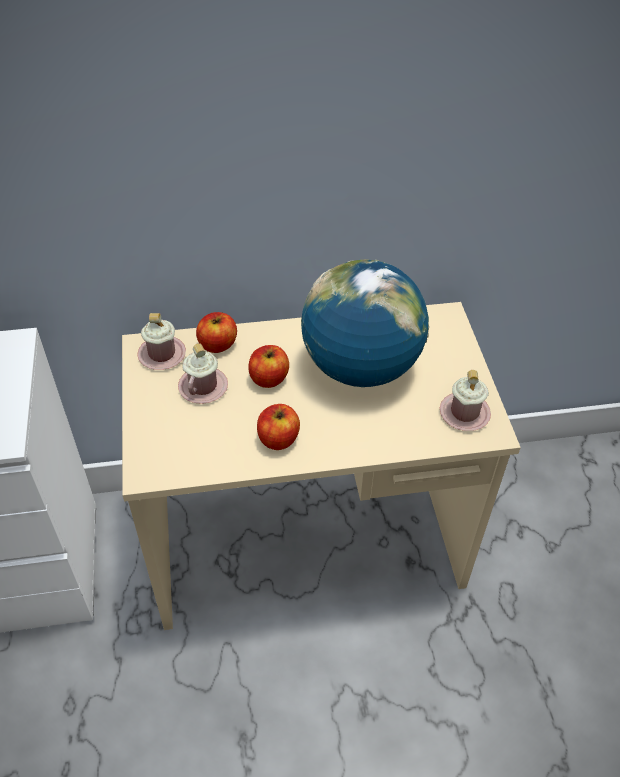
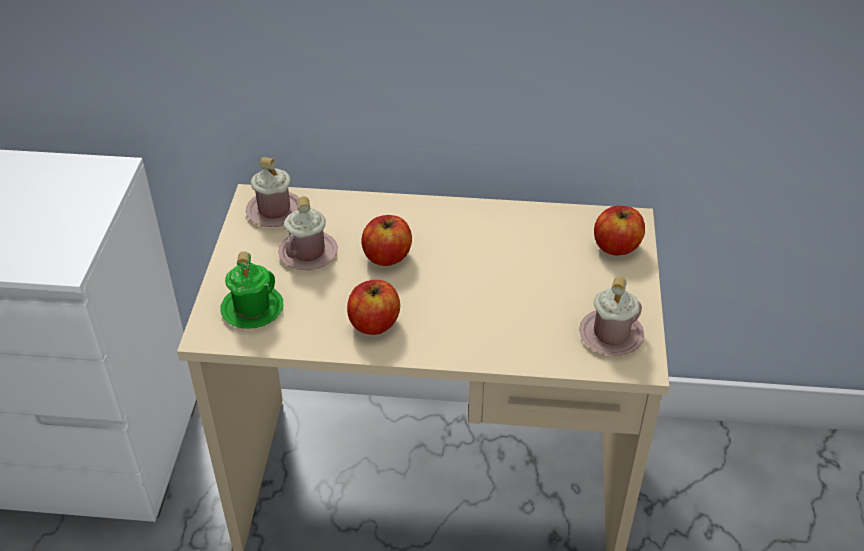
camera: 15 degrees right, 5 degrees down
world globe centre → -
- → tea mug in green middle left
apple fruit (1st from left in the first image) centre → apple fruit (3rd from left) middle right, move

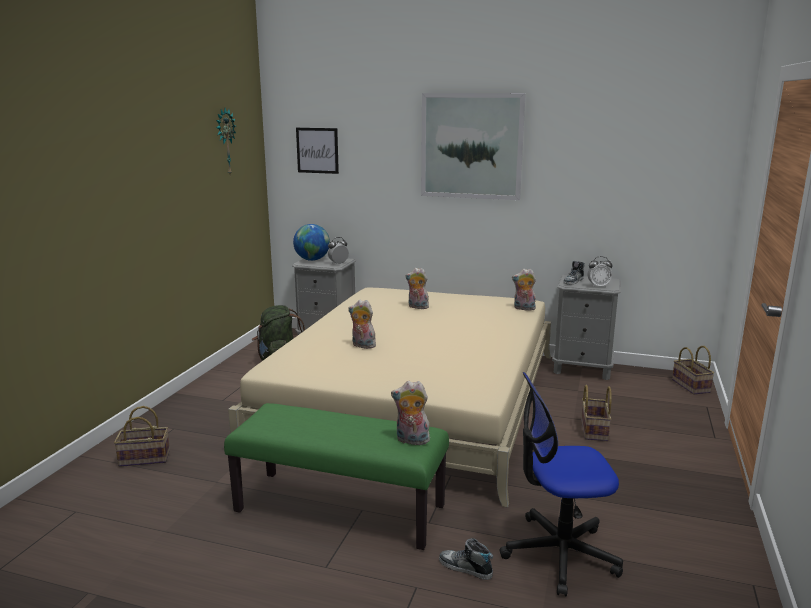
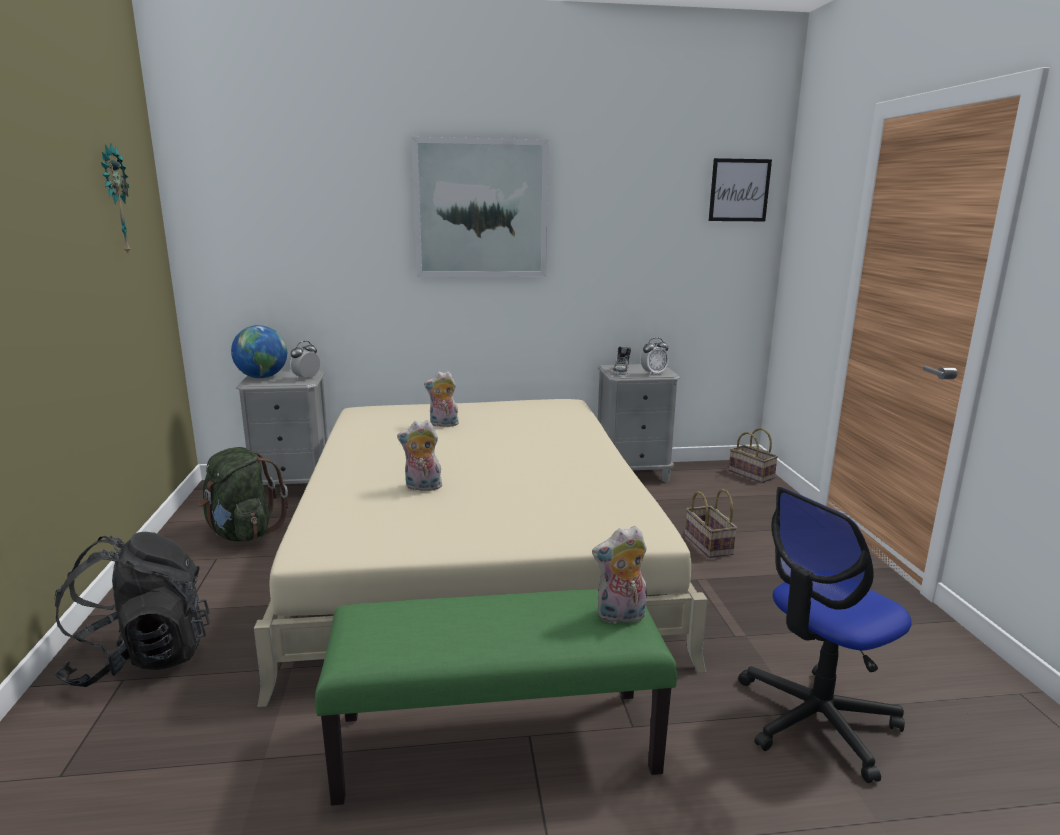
camera: 25 degrees left, 0 degrees up
storage basket (1st from left) bottom left → -
shoe (1st from left) bottom centre → -
cuddly toy (4th from left) centre → -
- → rucksack in black-coloured bottom left
picture (1st from left in the first image) top centre → picture (2nd from left) top right, move

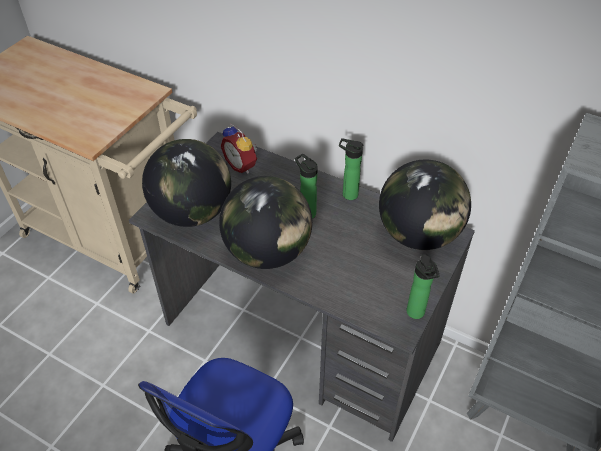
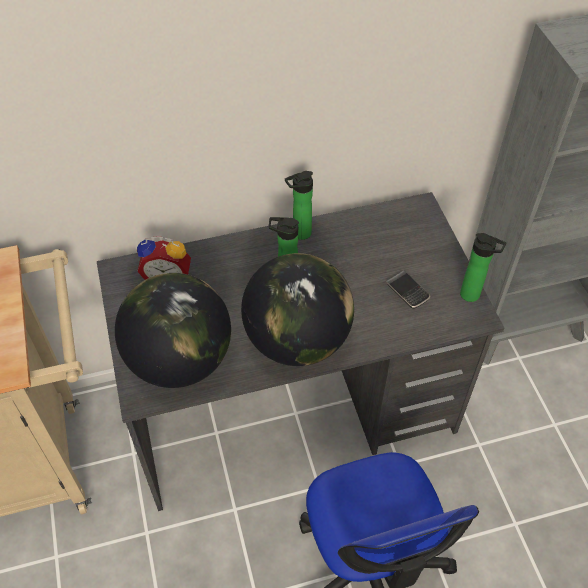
camera: 45 degrees left, 5 degrees up
world globe (3rd from left) middle right → -
- → handset middle right

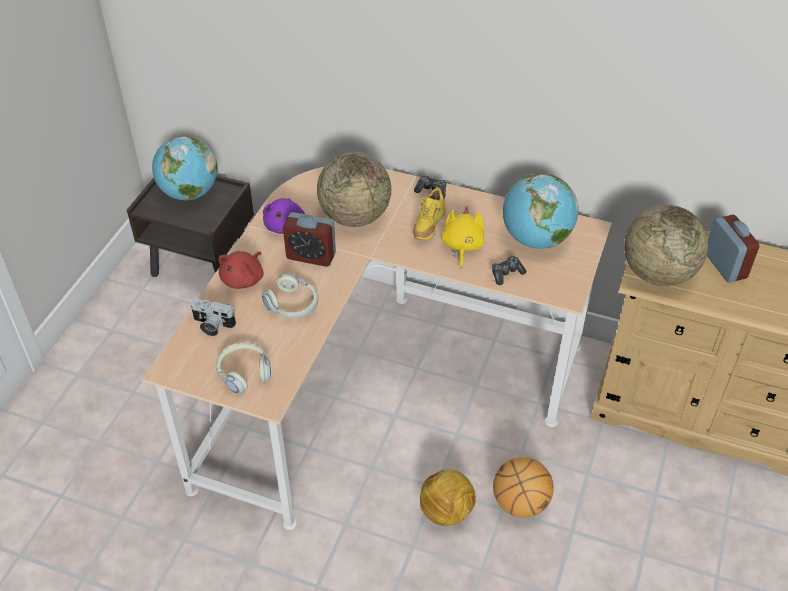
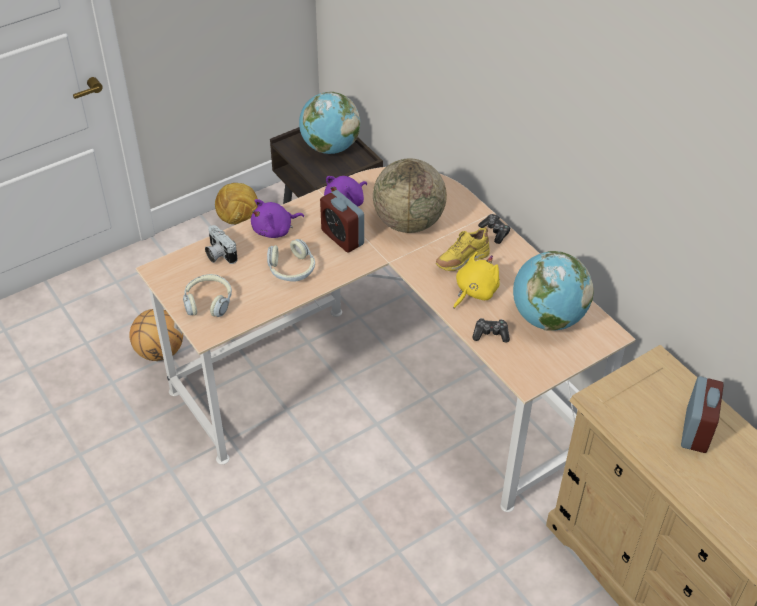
camera: 35 degrees right, 0 degrees up
world globe (4th from left) middle right → -
football ball bottom centre → football ball middle left, move
basketball bottom centre → basketball middle left, move
cuddly toy in red middle left → cuddly toy in purplish (1st from left) centre

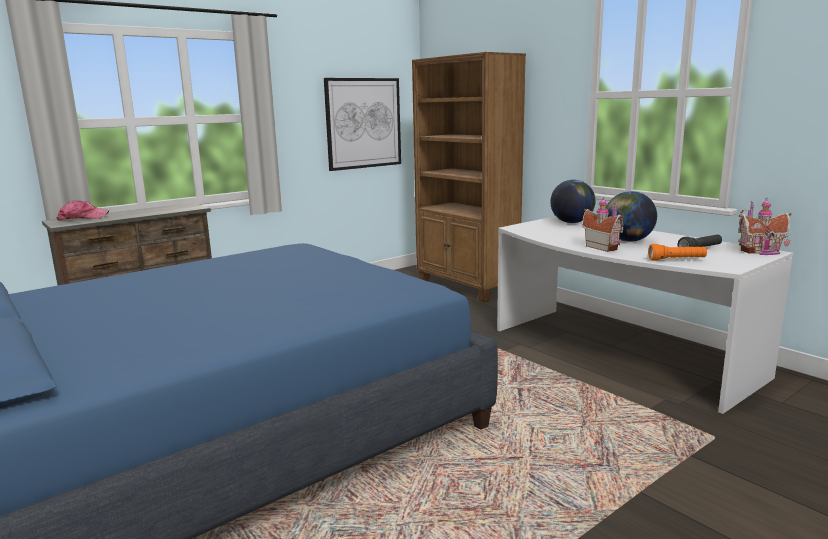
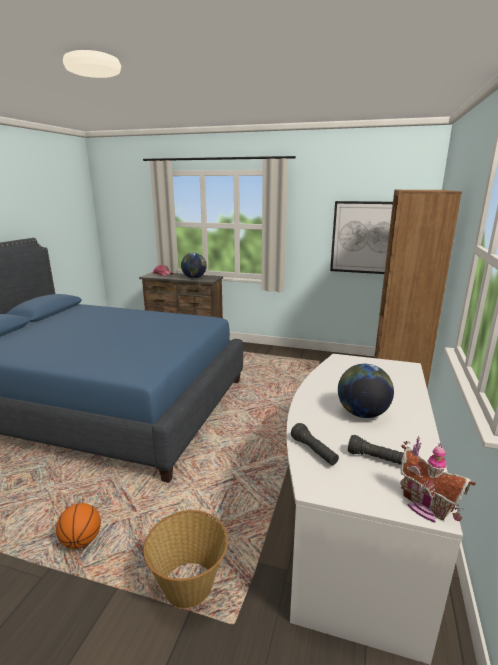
camera: 55 degrees right, 5 degrees up
model house (1st from left) middle right → -
- → basketball bottom left
- → storage basket bottom centre
world globe (1st from left) middle right → world globe (1st from left) centre, move
hand torch in orangey middle right → hand torch in black-coloured (1st from left) bottom centre

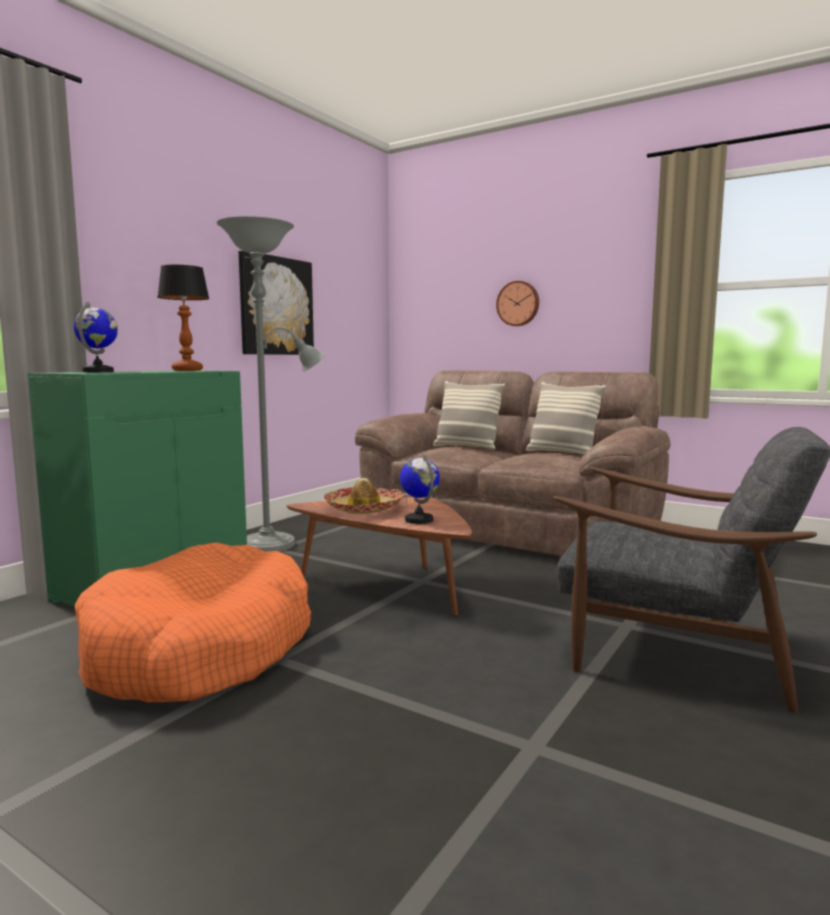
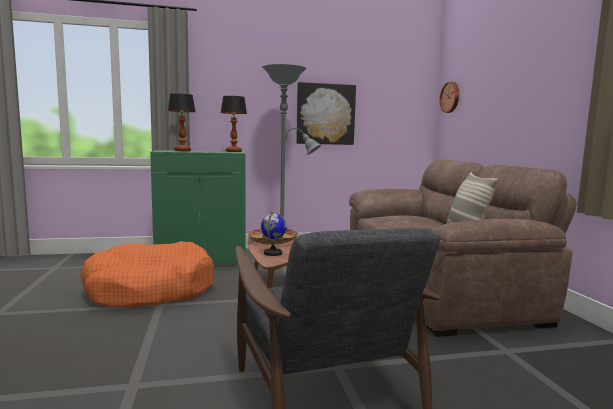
camera: 45 degrees right, 0 degrees up
cushion (1st from left) centre → -
clock on the wall top centre → clock on the wall top right, move
world globe (1st from left) middle left → tabletop lamp (1st from left) top left

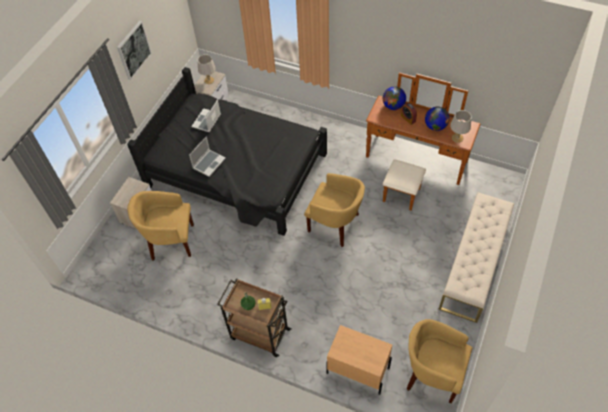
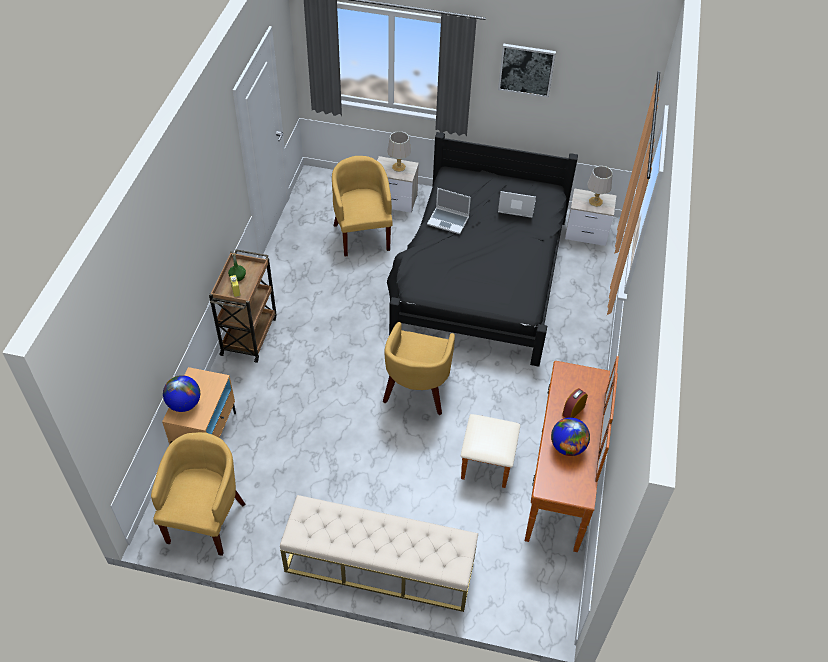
camera: 75 degrees right, 5 degrees down
world globe (1st from left) top centre → world globe (1st from left) middle left, move
tabletop lamp in grey (2nd from left in the first image) top right → tabletop lamp in grey (1st from left) top centre, move

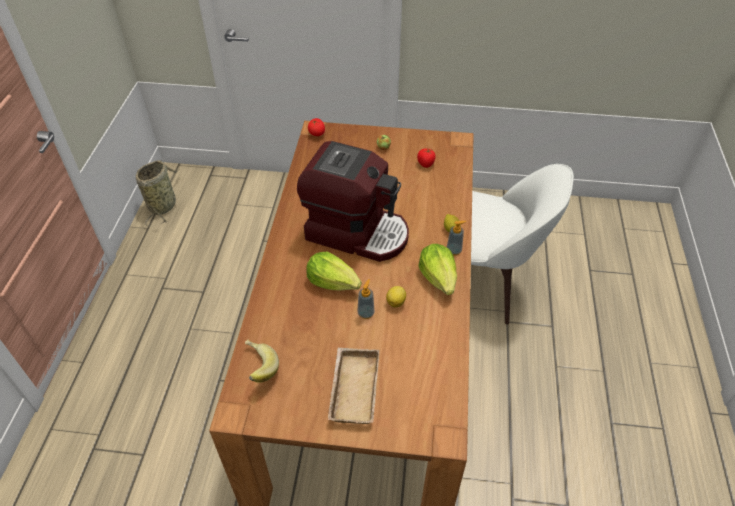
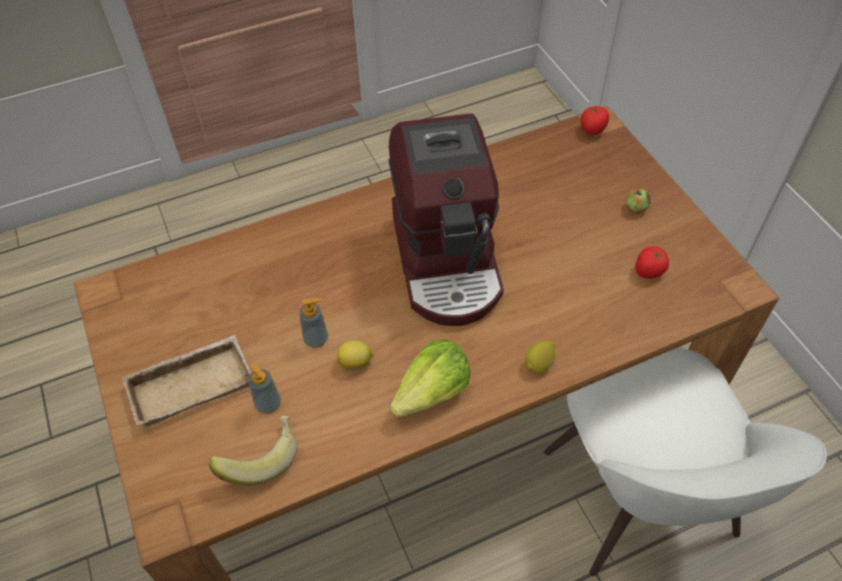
camera: 60 degrees right, 5 degrees up
storage basket middle left → -
lettuce head (1st from left) centre → -
whole banana bottom centre → whole banana bottom left, move
soap dispenser (2nd from left in the first image) centre → soap dispenser (1st from left) bottom left, move

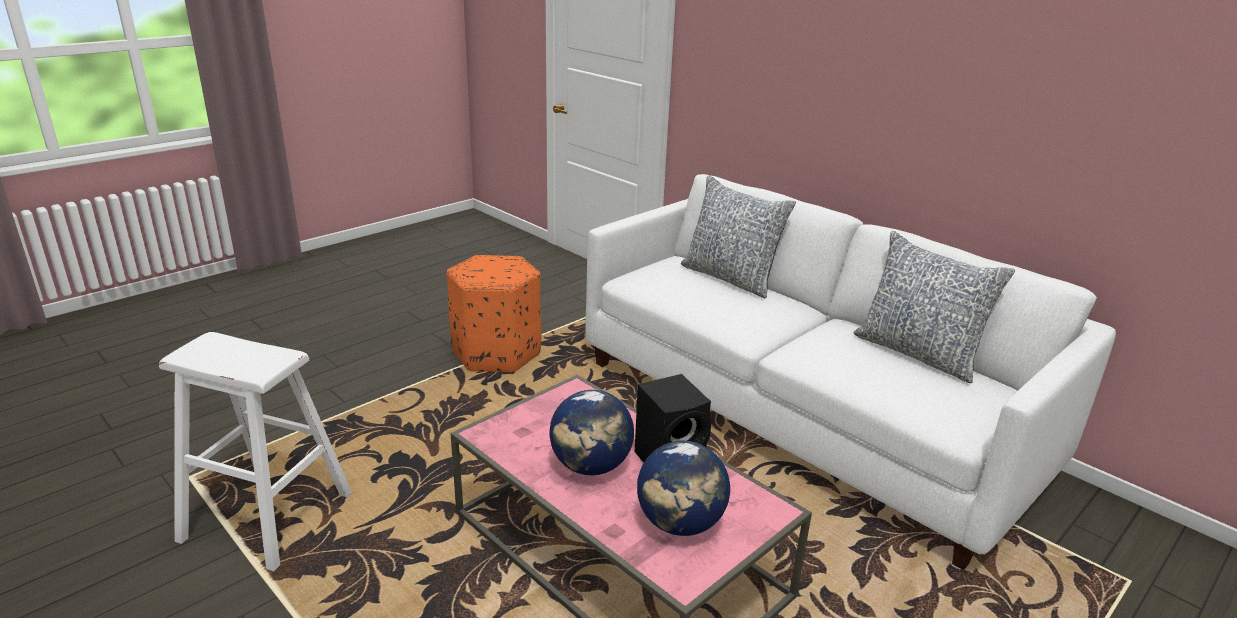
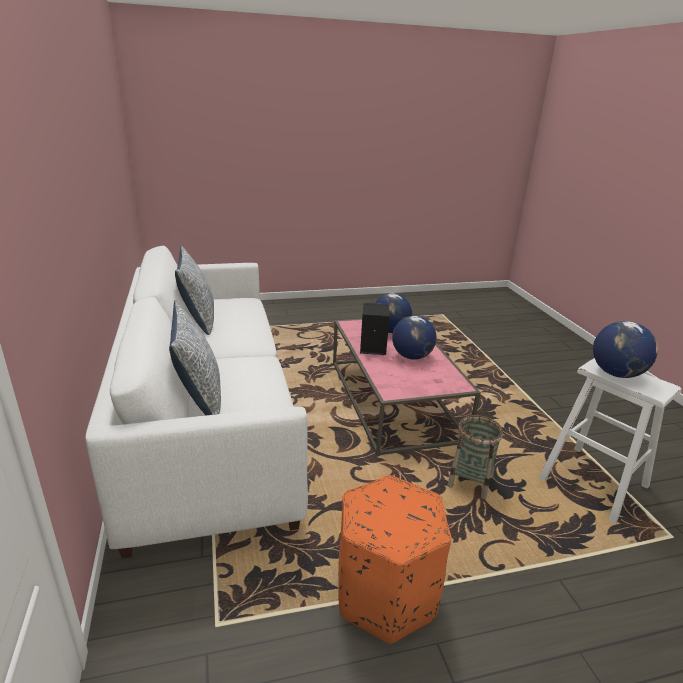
camera: 150 degrees left, 0 degrees up
- → storage basket bottom right
- → world globe (3rd from left) middle right

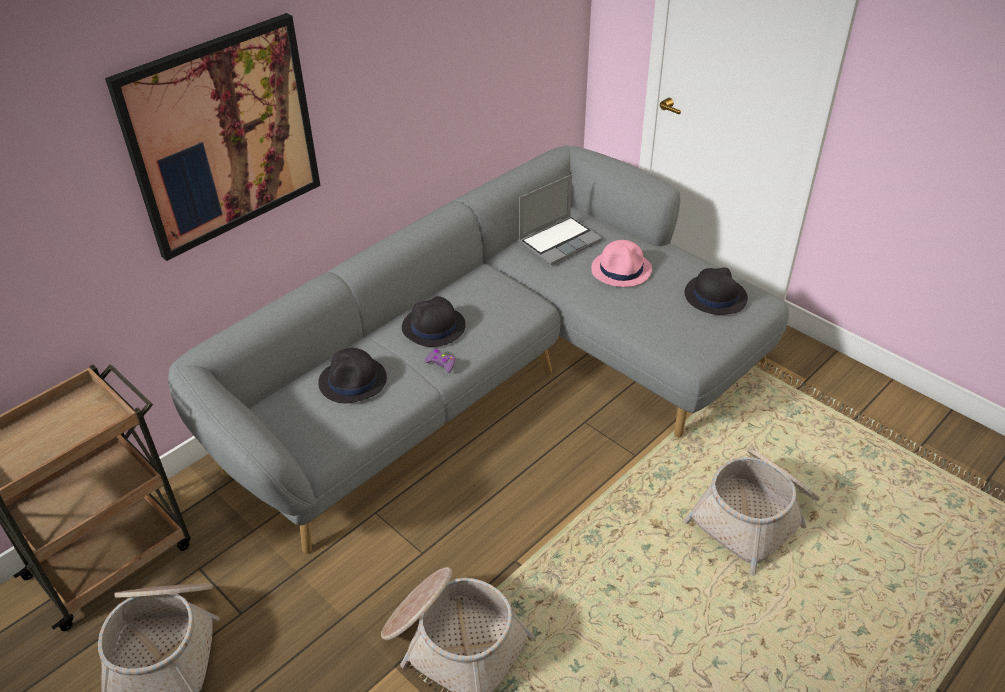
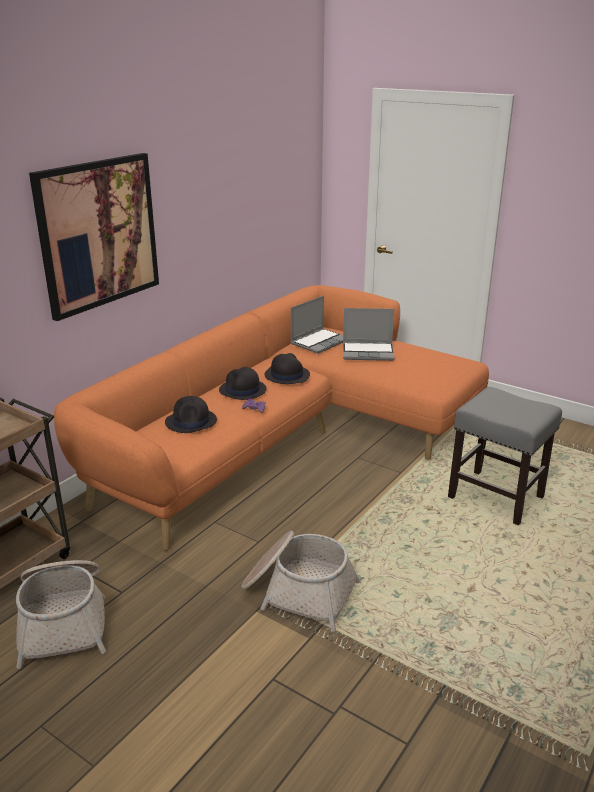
camera: 10 degrees left, 15 degrees down
hat in black-coloured (3rd from left) middle right → hat in black-coloured (3rd from left) centre, move
hat in pink centre → portable computer (2nd from left) centre
storage basket (3rd from left) bottom right → sitting stool in grey middle right
couch in grey centre → couch in orangey centre

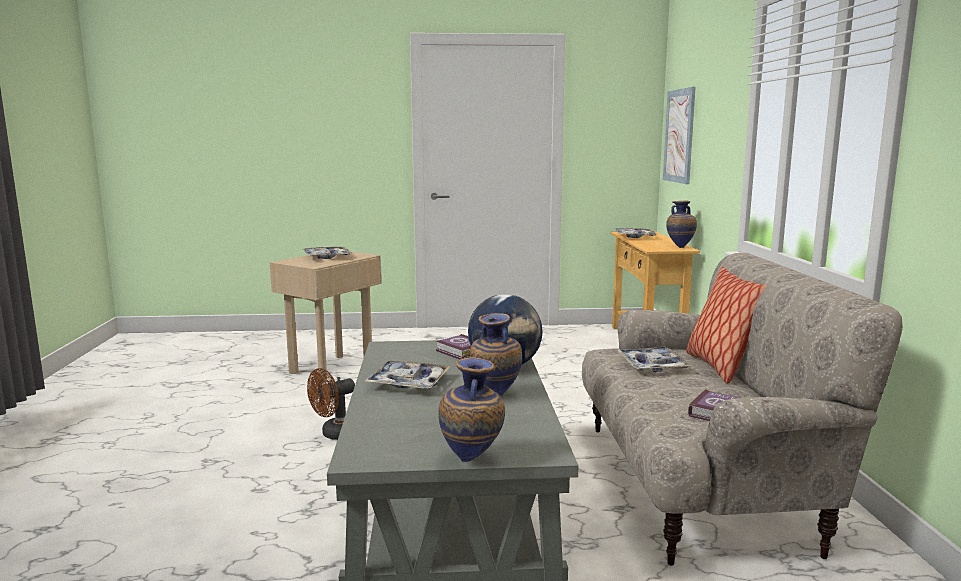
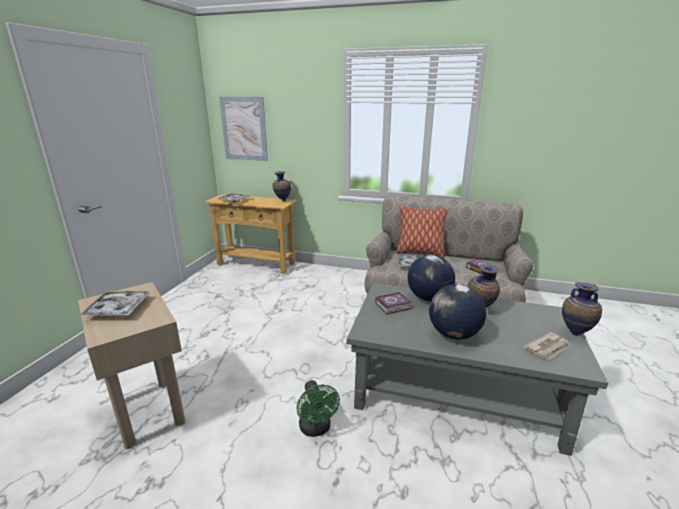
camera: 70 degrees left, 10 degrees up
- → daily paper bottom right
carrying tray (2nd from left) centre → world globe (2nd from left) middle right
cooling fan in brown bottom centre → cooling fan in green bottom centre

